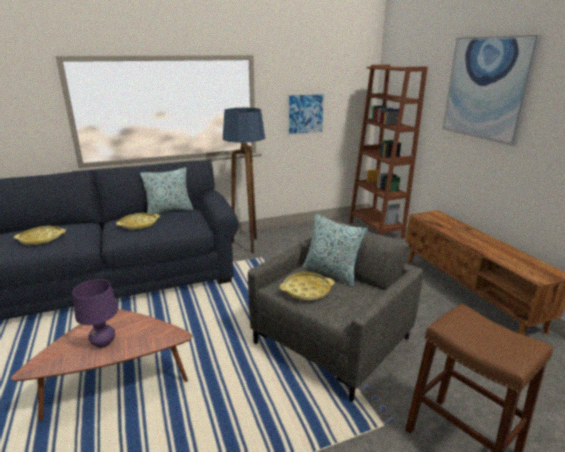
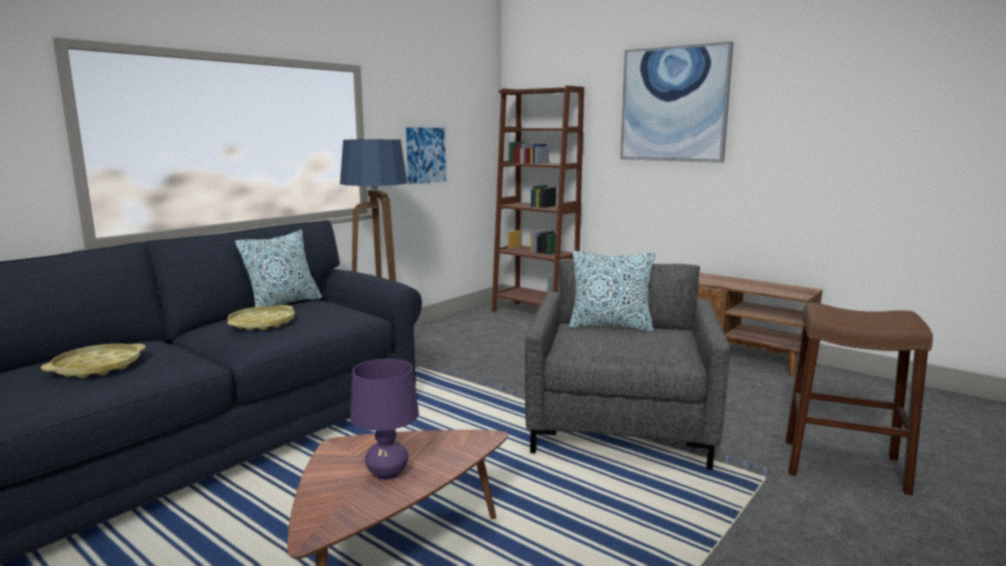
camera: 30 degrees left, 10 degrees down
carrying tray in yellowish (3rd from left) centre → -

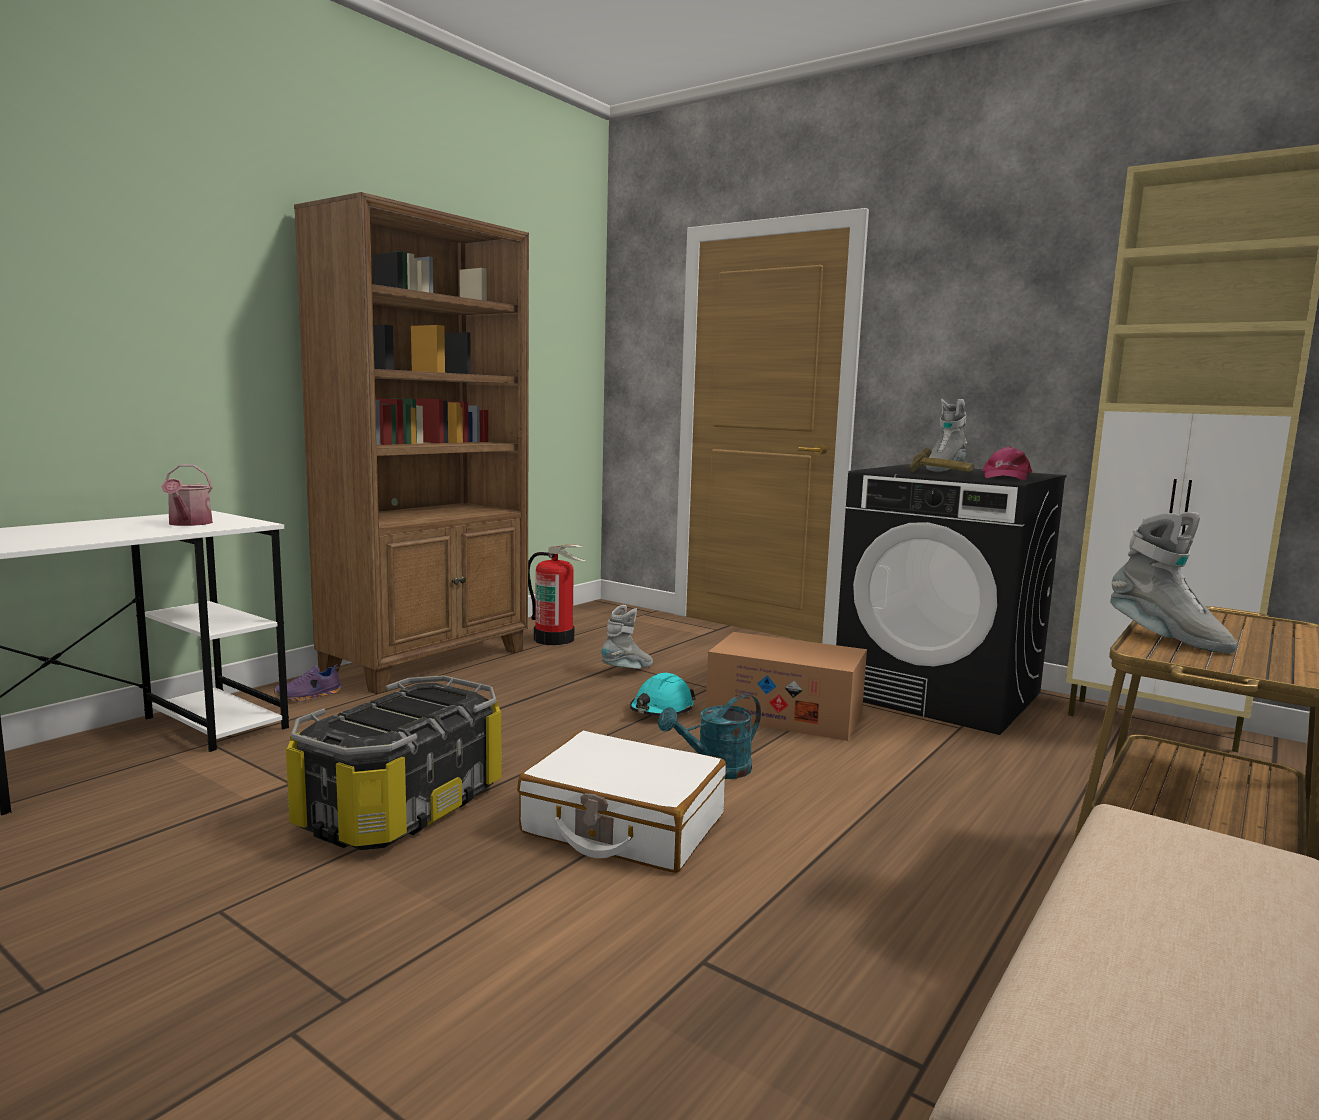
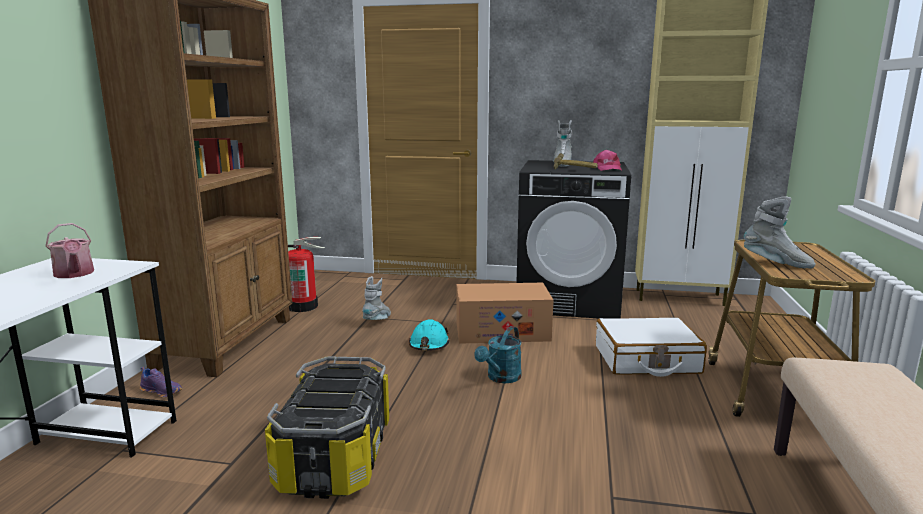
camera: 25 degrees left, 5 degrees up
suitcase in white-coloured bottom centre → suitcase in white-coloured bottom right, move
shoe in purplish middle left → shoe in purplish bottom left, 90 degrees counterclockwise

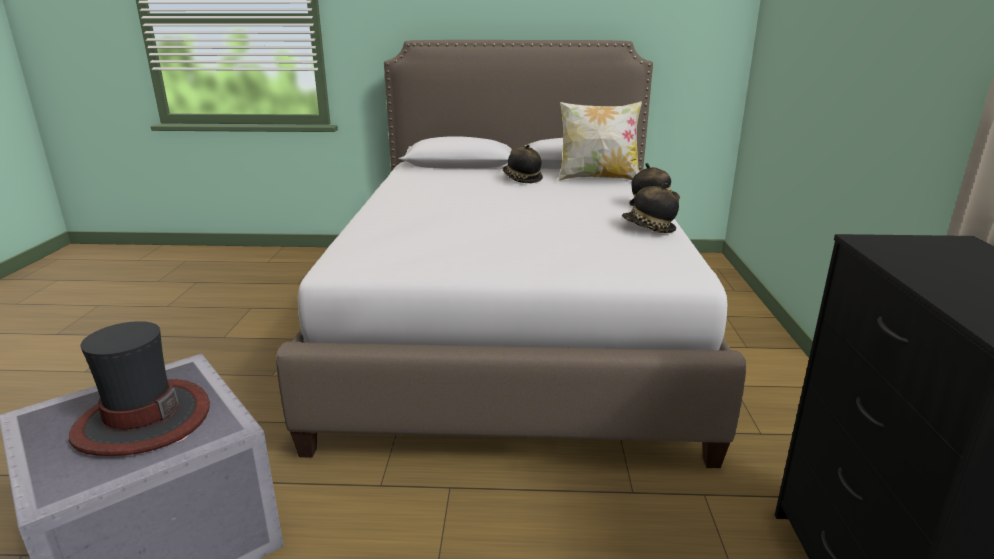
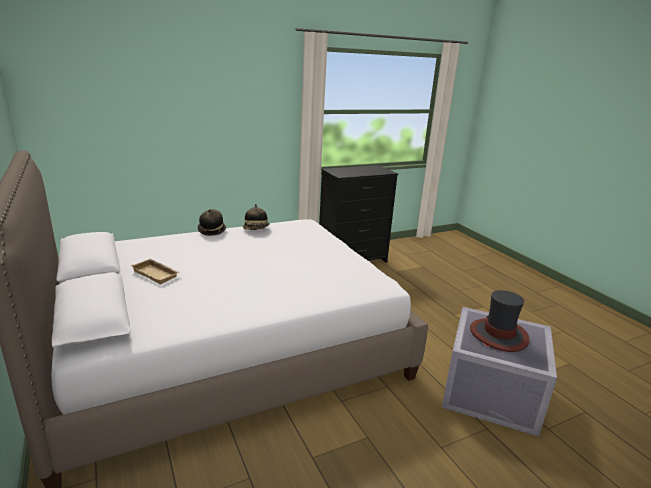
camera: 120 degrees left, 0 degrees up
cushion top centre → -
hat (2nd from left) top centre → carrying tray in beige-coloured middle left

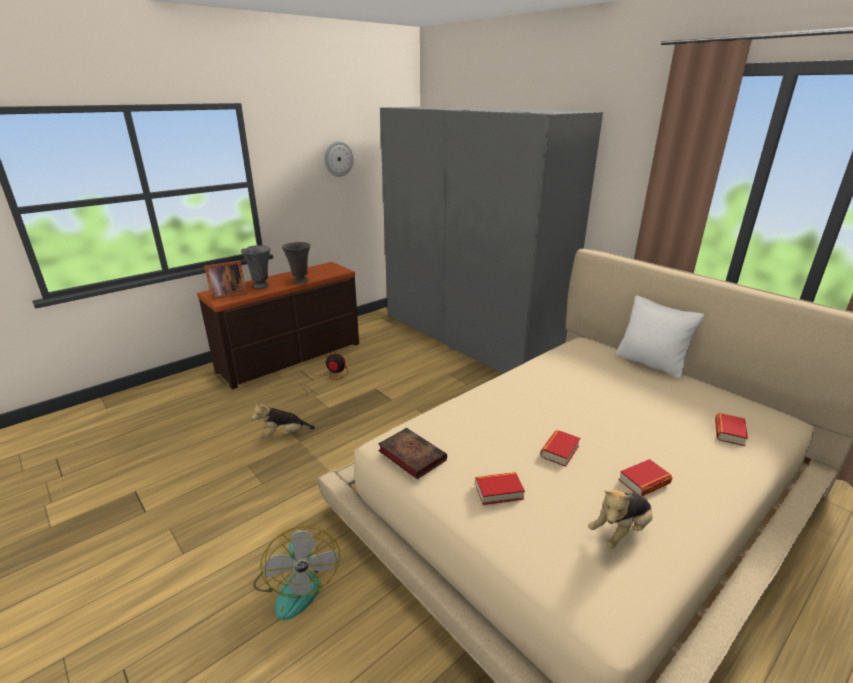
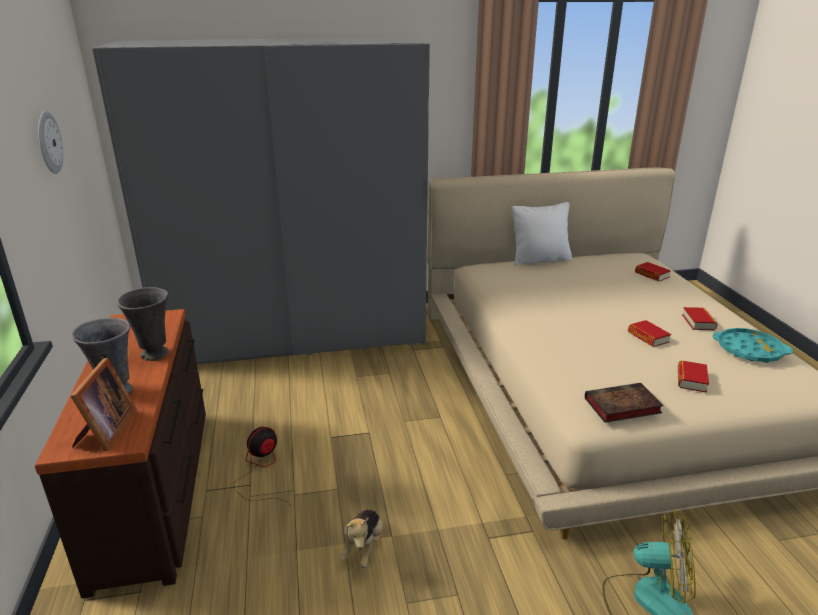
camera: 60 degrees left, 0 degrees up
cuddly toy (2nd from left) bottom right → carrying tray in blue-green middle right

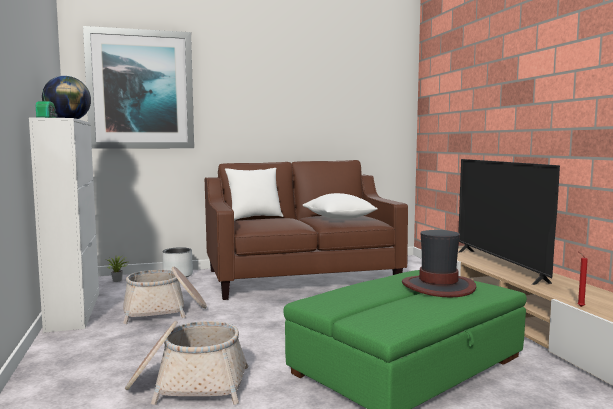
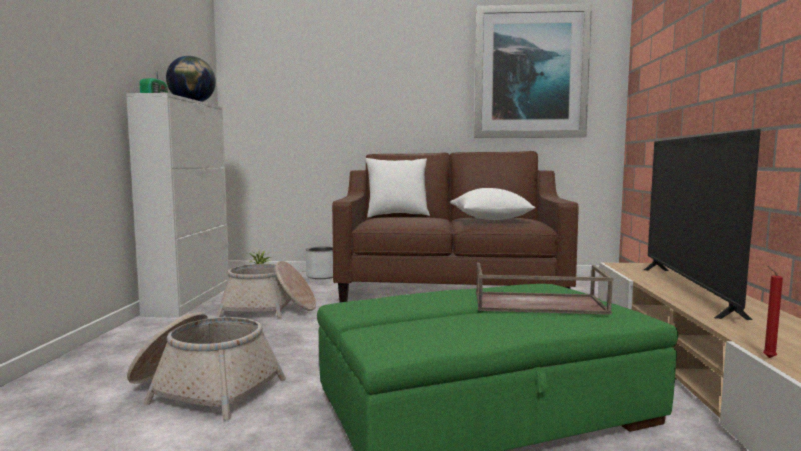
camera: 20 degrees right, 0 degrees up
picture top left → picture top centre, move
hat middle right → carrying tray in brown middle right

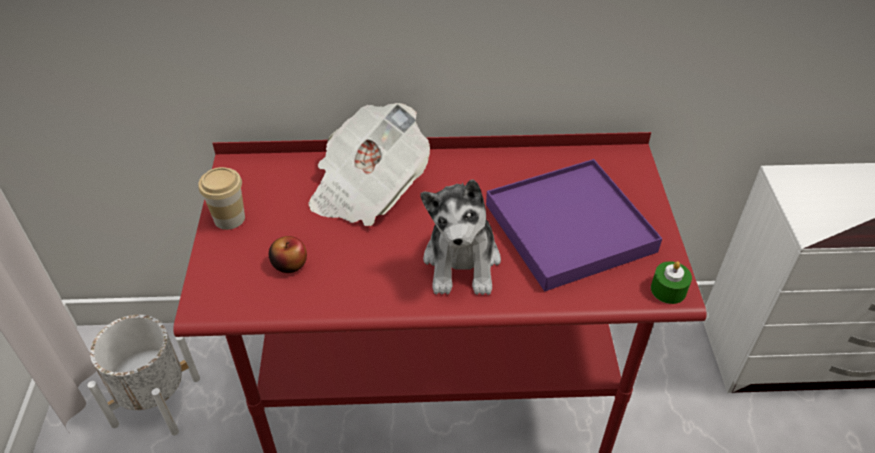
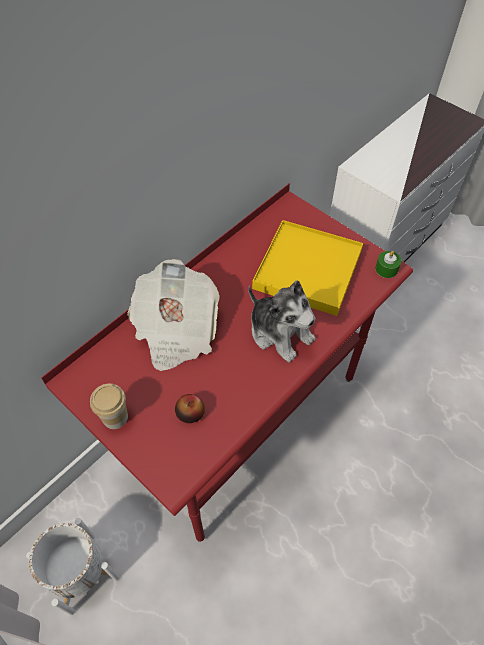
camera: 45 degrees left, 10 degrees up
carrying tray in purplish centre → carrying tray in yellowish centre

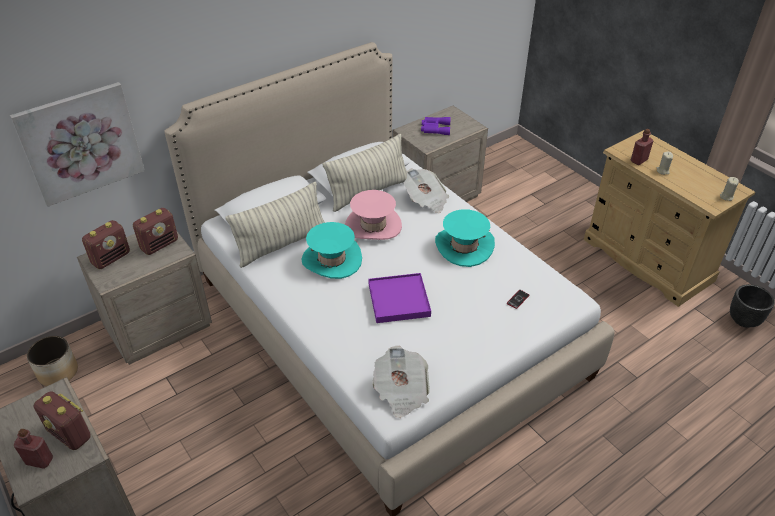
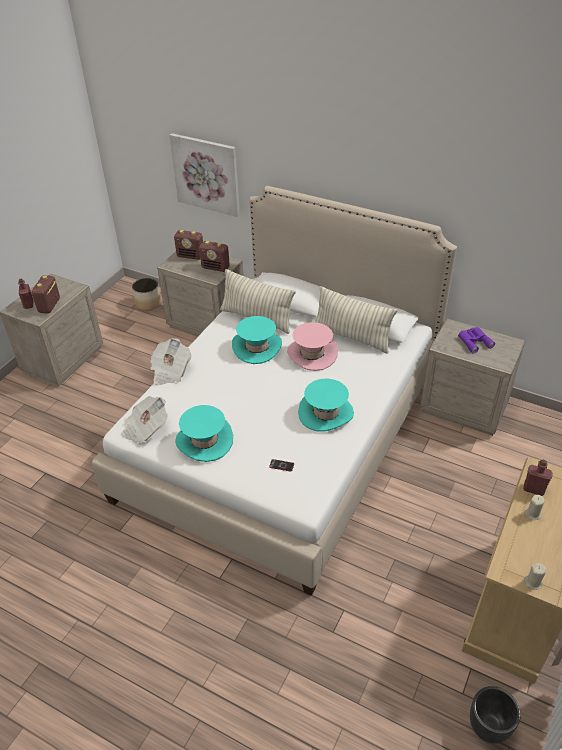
camera: 65 degrees right, 0 degrees up
carrying tray in purplish centre → -
- → hat in blue-green (1st from left) centre
daily paper (2nd from left) centre → daily paper (2nd from left) middle left, move

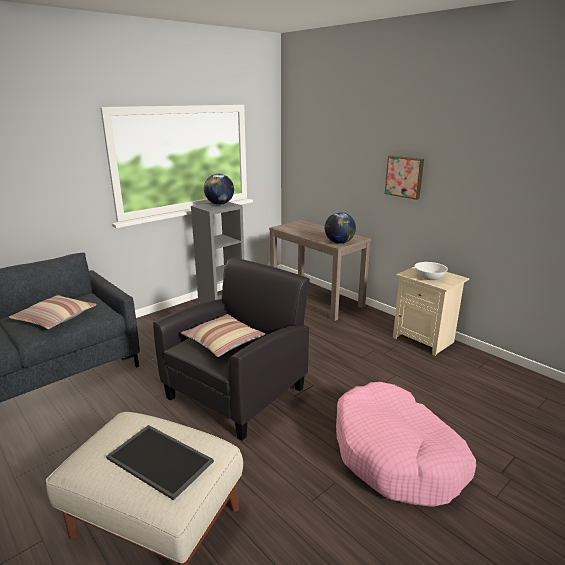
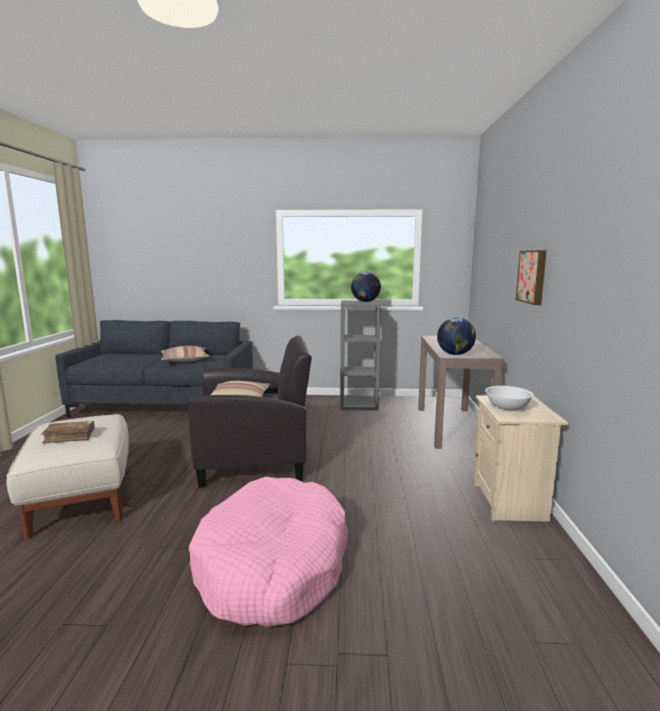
camera: 45 degrees right, 10 degrees down
carrying tray bottom left → book in brown middle left

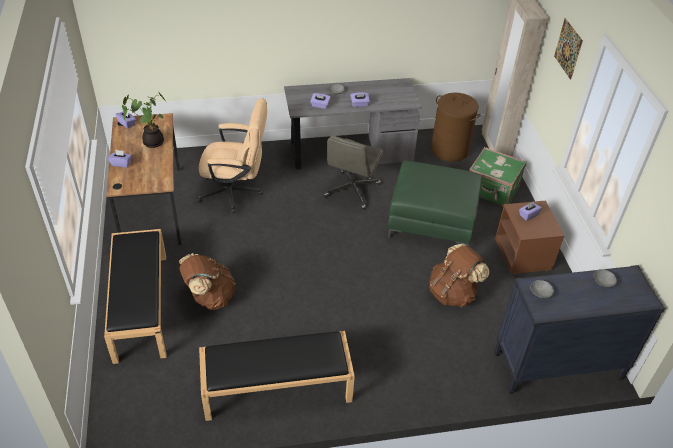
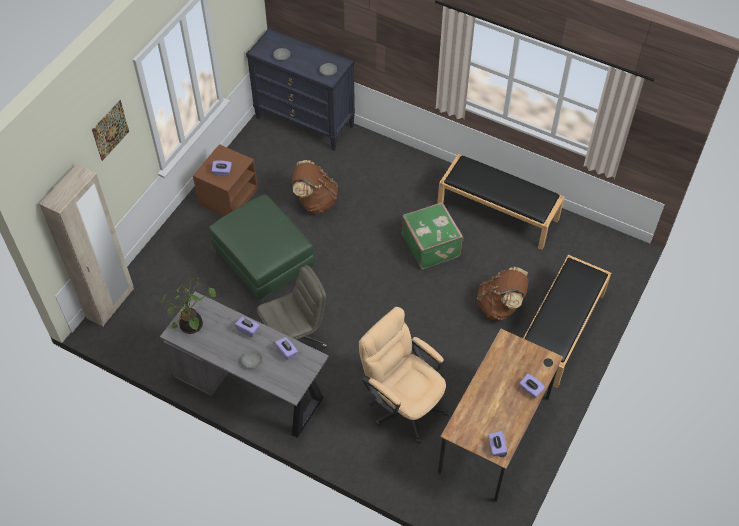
camera: 140 degrees left, 10 degrees up
washing basket in brown top right → -
houseplant top left → houseplant middle left, move
suitcase in green middle right → suitcase in green centre, move

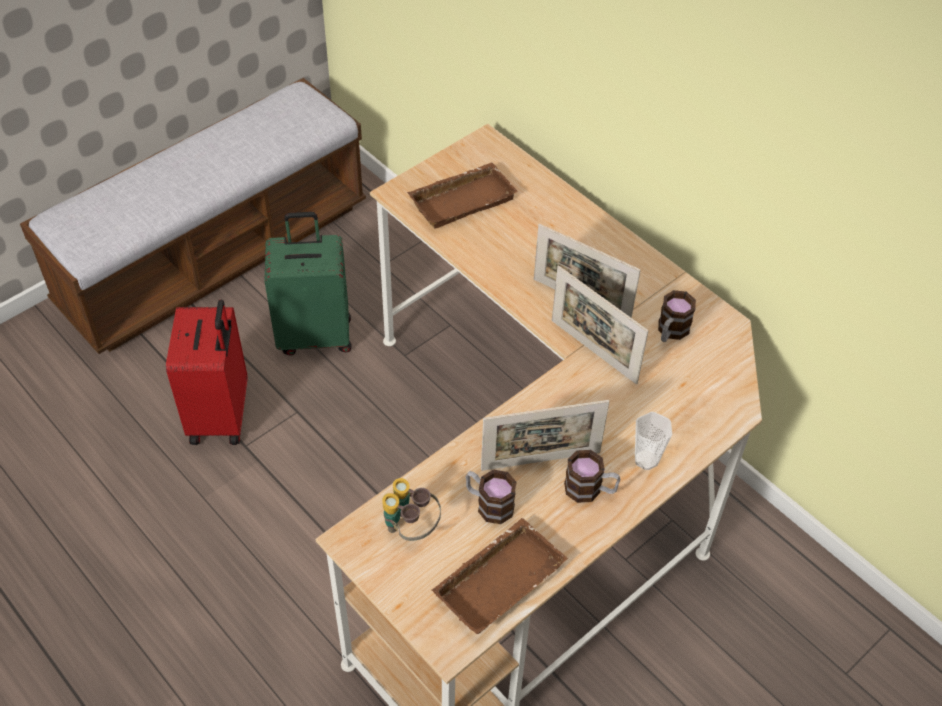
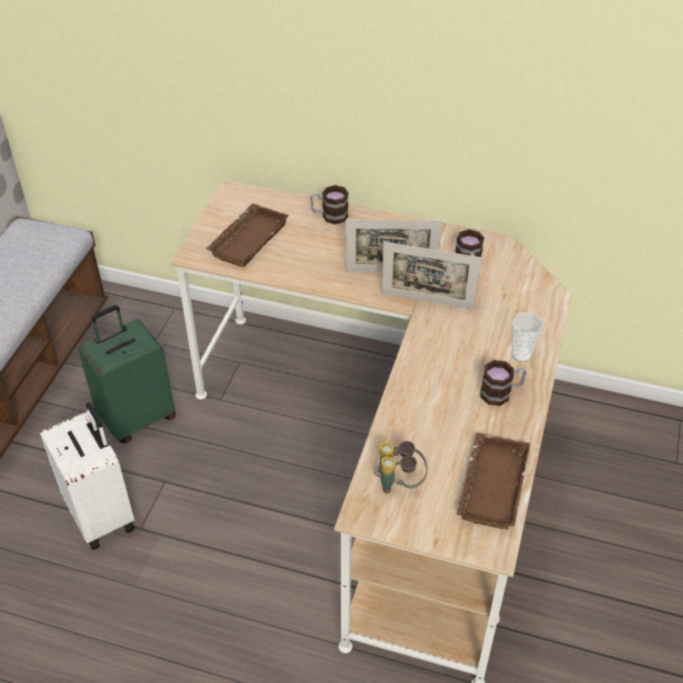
camera: 30 degrees left, 5 degrees down
photo frame (1st from left) centre → -
tea mug (1st from left) bottom centre → tea mug (1st from left) top centre, move
suitcase in red middle left → suitcase in white-coloured bottom left

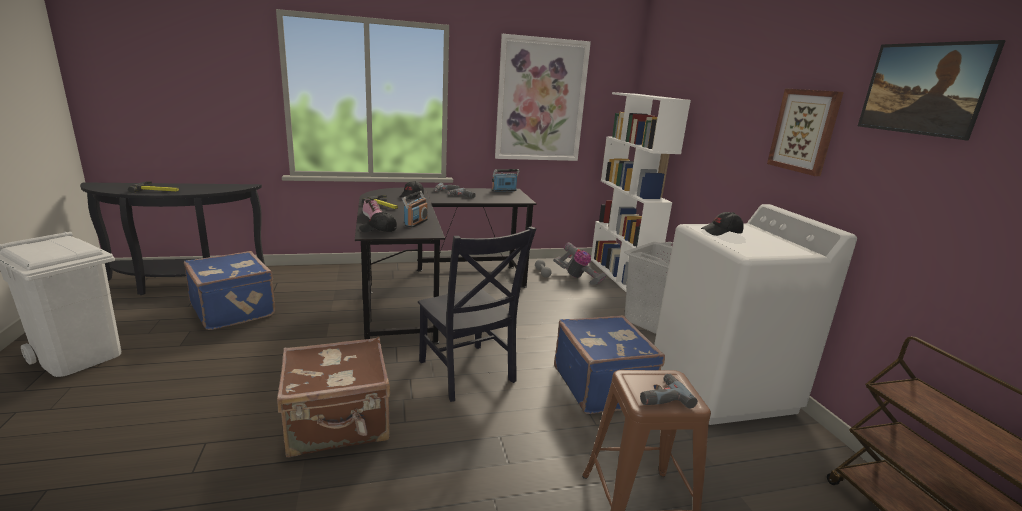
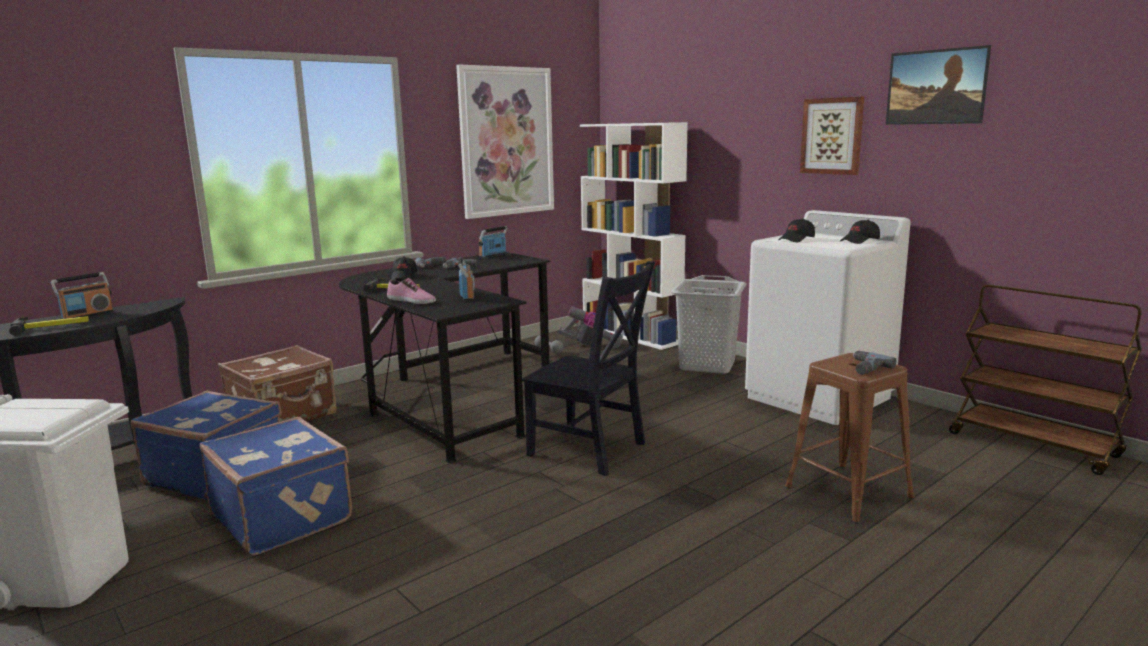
camera: 25 degrees left, 5 degrees down
- → radio receiver (1st from left) middle left
suitcase in brown bottom left → suitcase in brown middle left, move
peaked cap in black-coloured (1st from left in the first image) centre → peaked cap in black-coloured (3rd from left) middle right, move
suitcase in blue-coloured (2nd from left) bottom centre → suitcase in blue-coloured (2nd from left) bottom left, move

